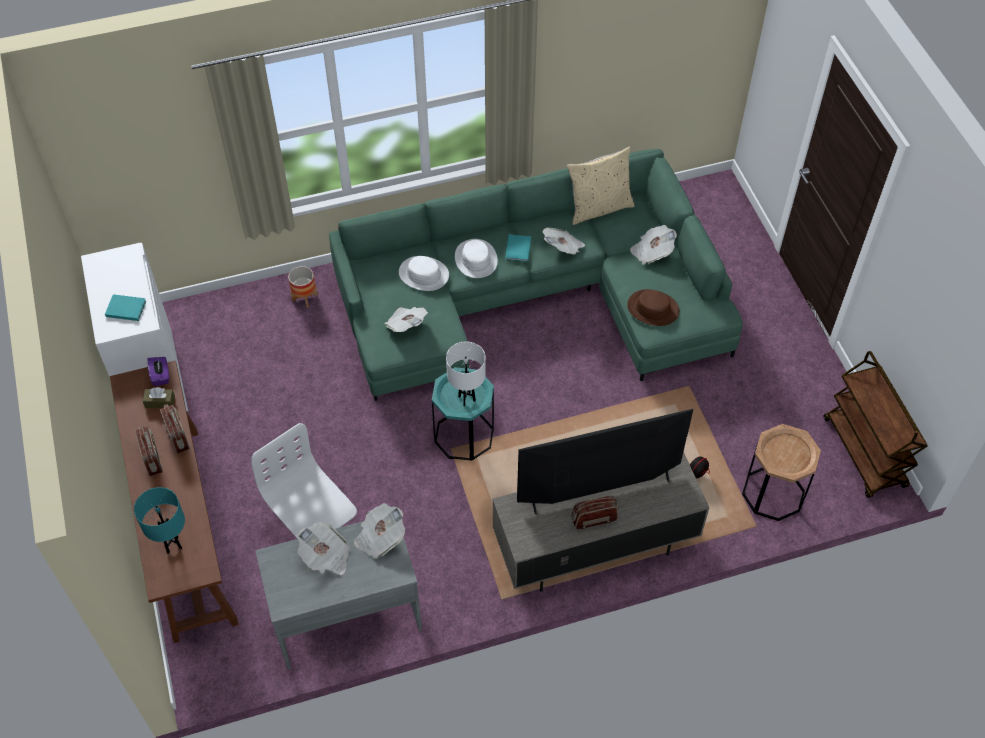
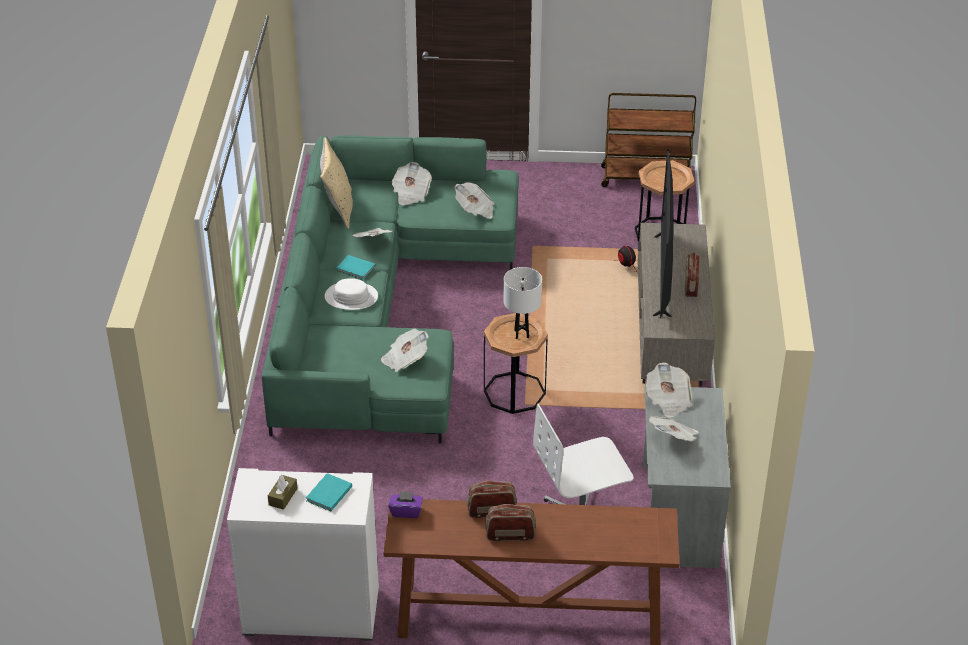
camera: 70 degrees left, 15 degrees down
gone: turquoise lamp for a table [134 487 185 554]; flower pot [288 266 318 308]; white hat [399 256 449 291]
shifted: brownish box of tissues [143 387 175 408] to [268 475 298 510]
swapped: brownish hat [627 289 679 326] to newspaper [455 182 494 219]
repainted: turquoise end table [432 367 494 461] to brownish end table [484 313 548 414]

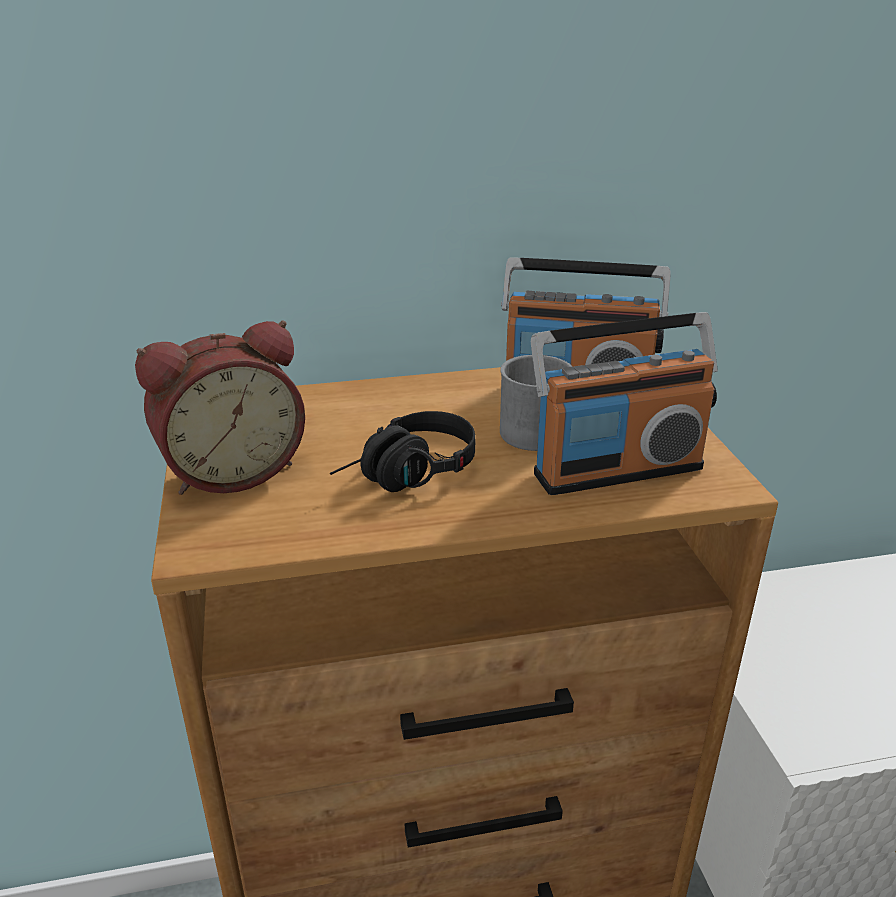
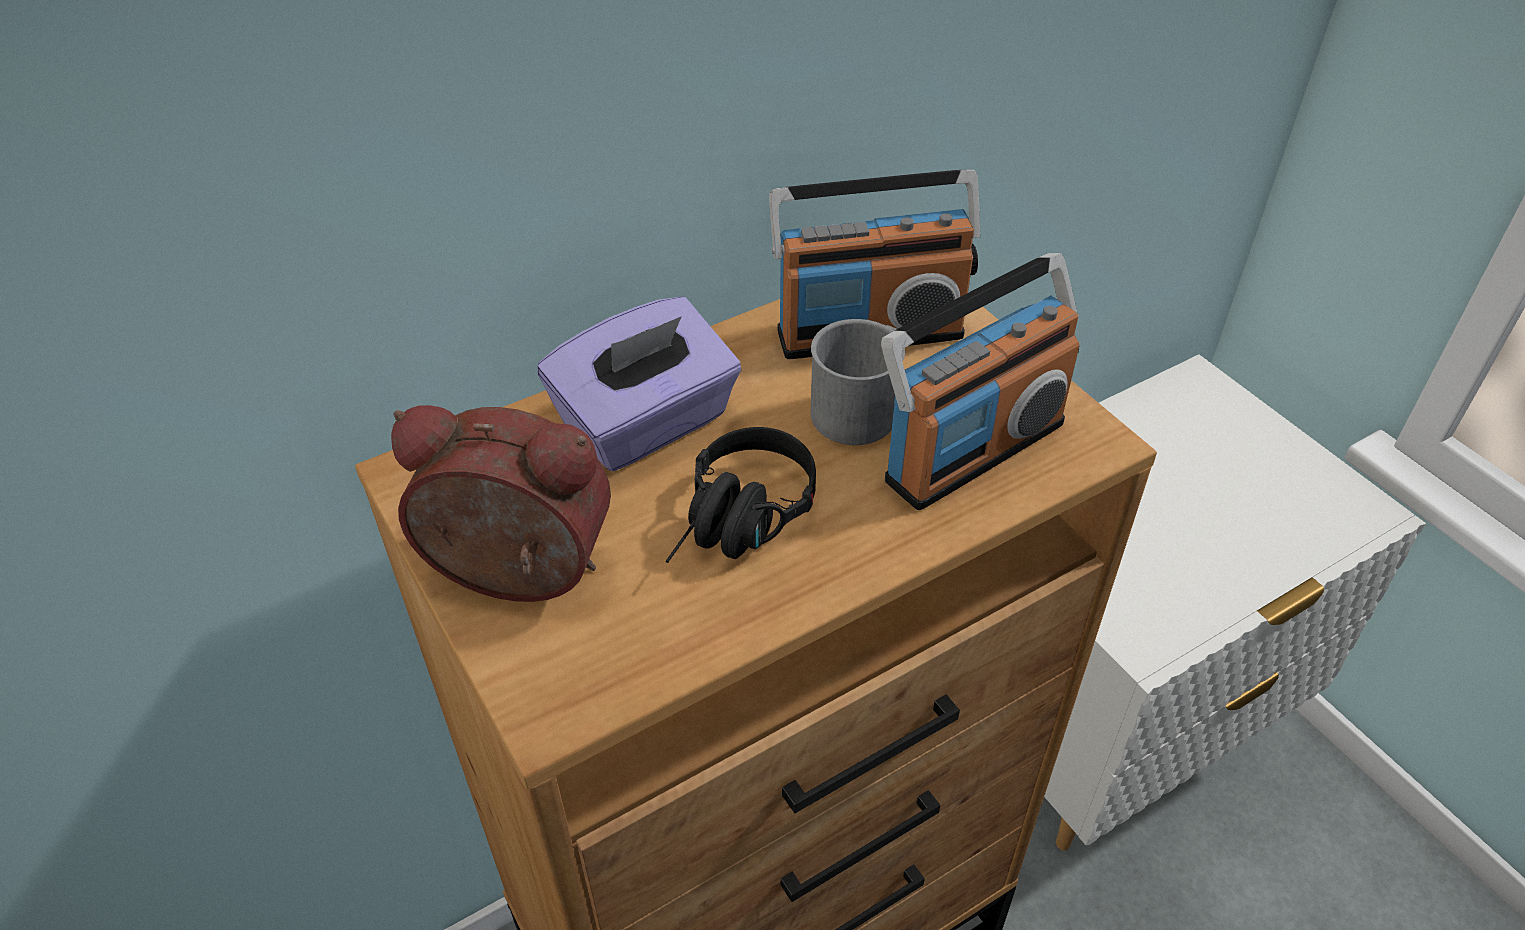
camera: 20 degrees left, 15 degrees up
new: purplish box of tissues [537 297 741 471]
rotated: table clock [135 320 305 495] = [391 405 611 602] 120 degrees counterclockwise

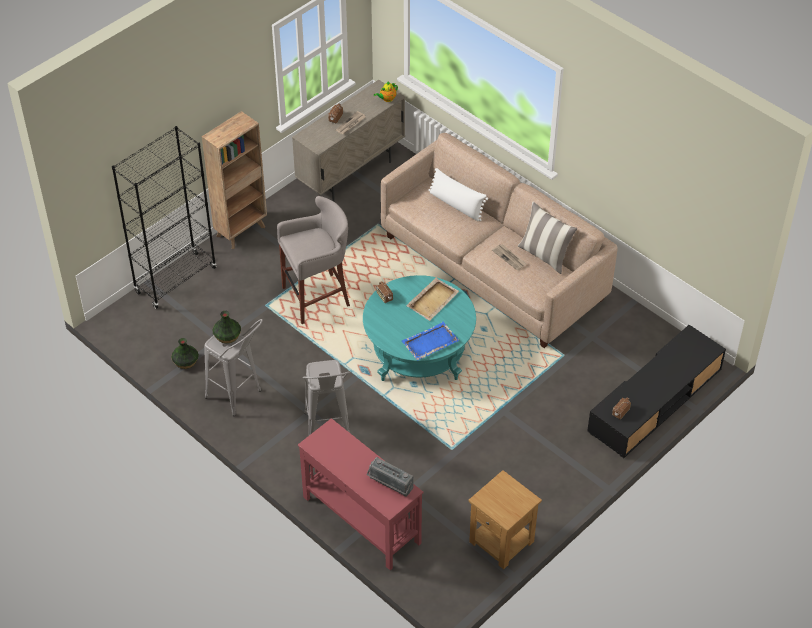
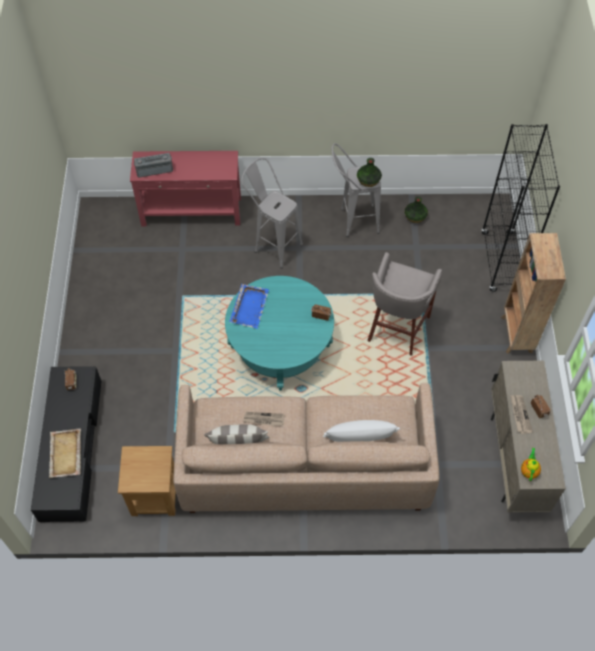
camera: 135 degrees right, 10 degrees up
shifted: sand-coloured carrying tray [406 278 459 321] to [49 429 81 478]; brownish end table [468 470 542 569] to [118 446 176 516]

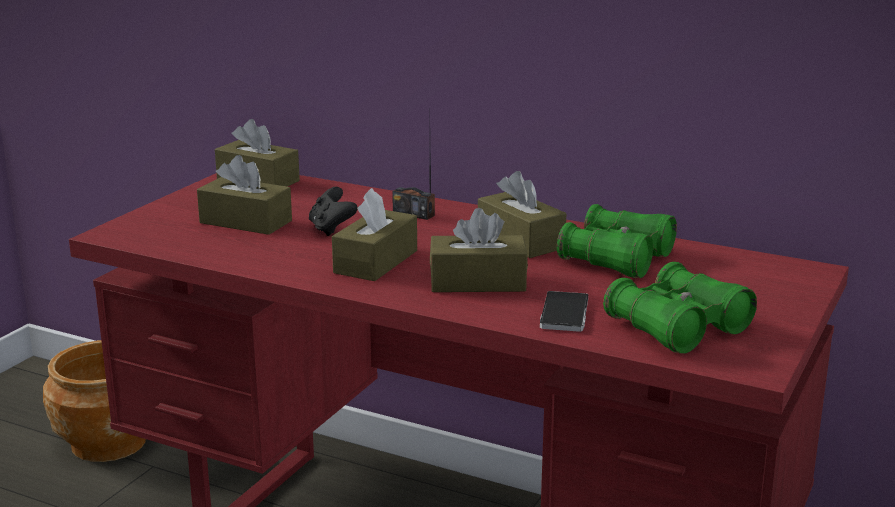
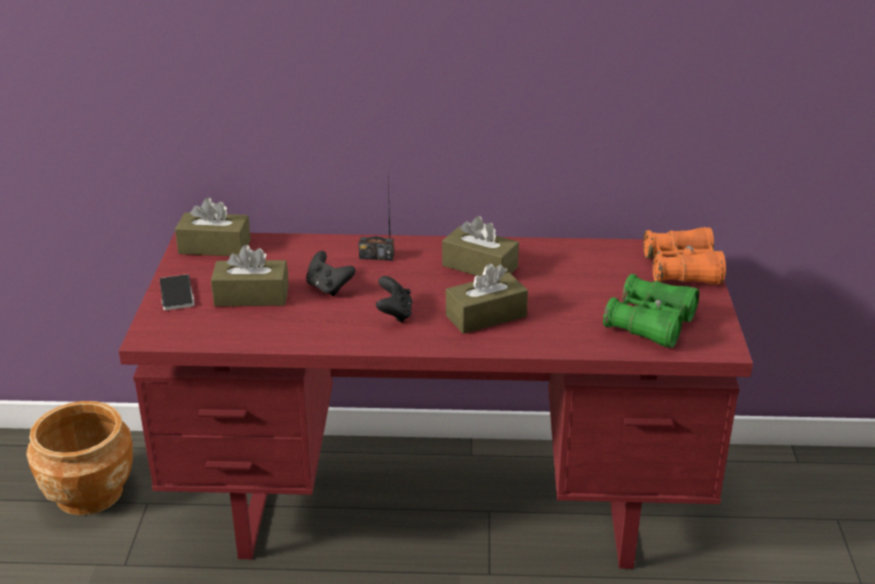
camera: 25 degrees left, 10 degrees up
gone: green pair of binoculars [557 204 677 278]
new: orangey pair of binoculars [643 227 726 285]
shifted: phone [540 291 588 332] to [160 274 194 310]
swapped: brownish box of tissues [332 188 417 281] to blackish joypad [376 276 412 323]

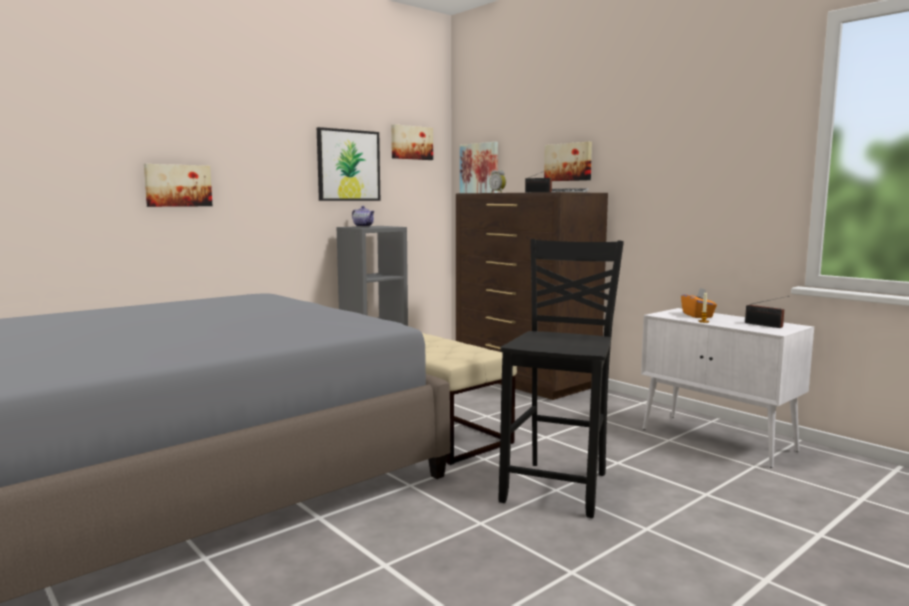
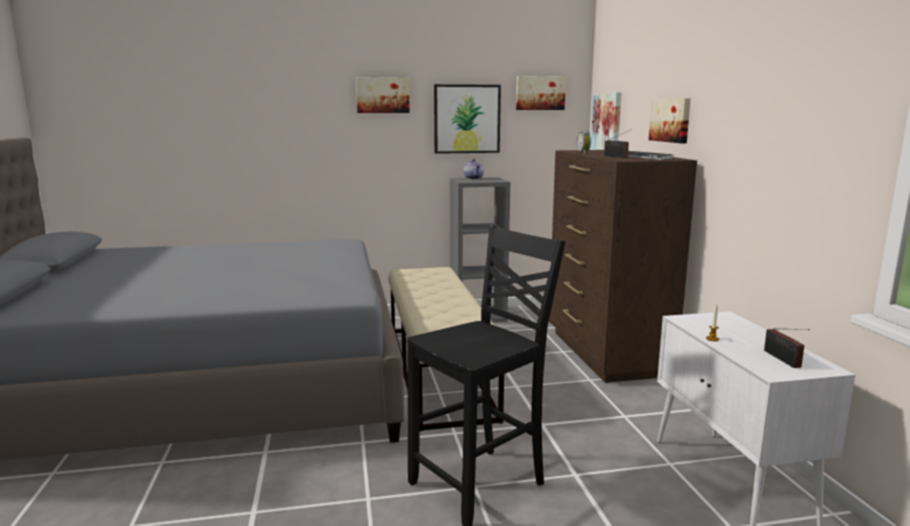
camera: 30 degrees right, 5 degrees up
gone: orangey box of tissues [681 288 717 318]
shifted: wall art [144 164 212 207] to [356 77 410 113]

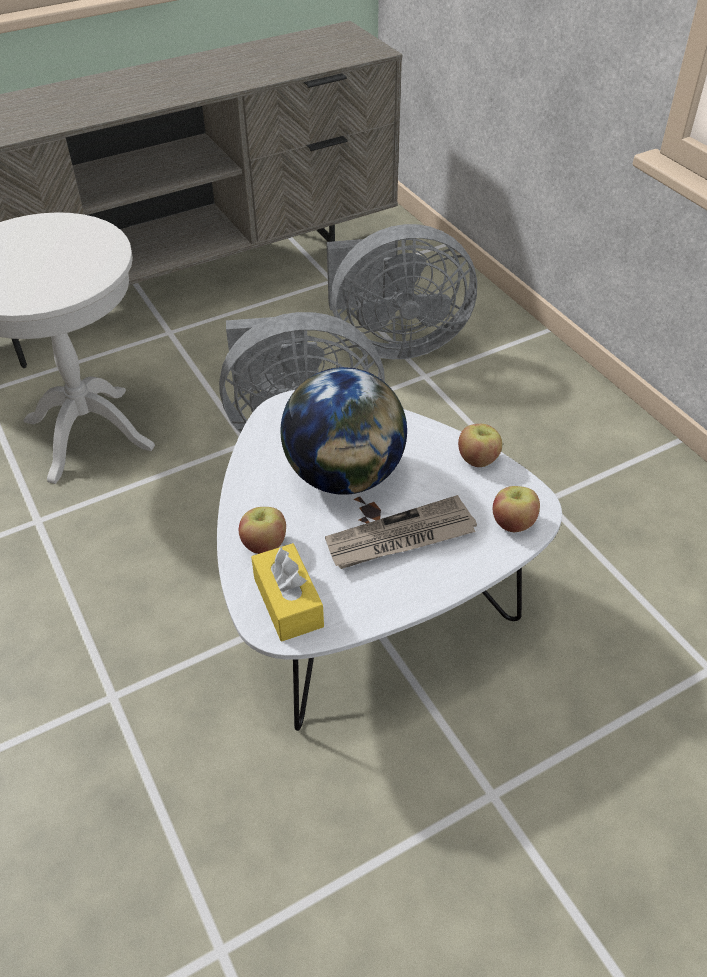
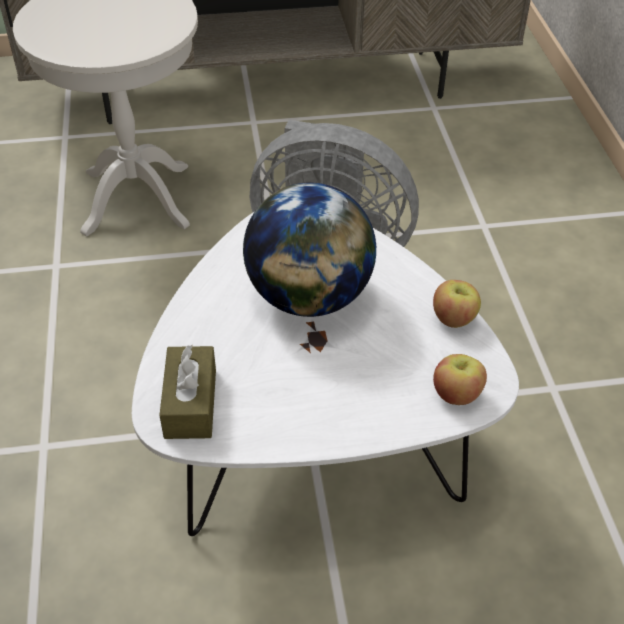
camera: 20 degrees right, 0 degrees up
gone: apple fruit [239 507 286 554]; newspaper [325 495 477 569]; grey electric fan [327 224 477 359]
repainted: yellowish box of tissues [251 543 324 641] to brownish box of tissues [159 344 216 439]

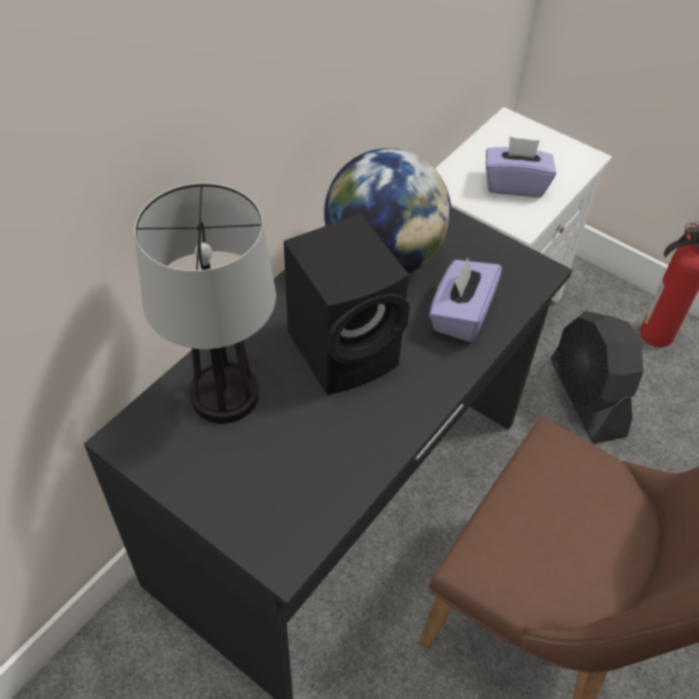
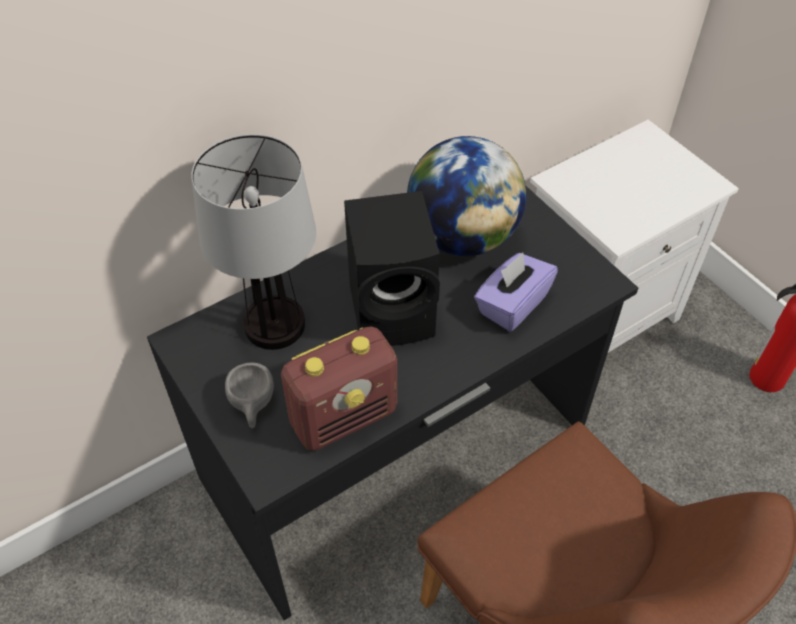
camera: 20 degrees right, 0 degrees up
gone: purplish box of tissues [486 137 556 197]; blackish electric fan [551 311 644 444]
new: grey small cup [225 362 274 429]; radio [281 326 397 451]

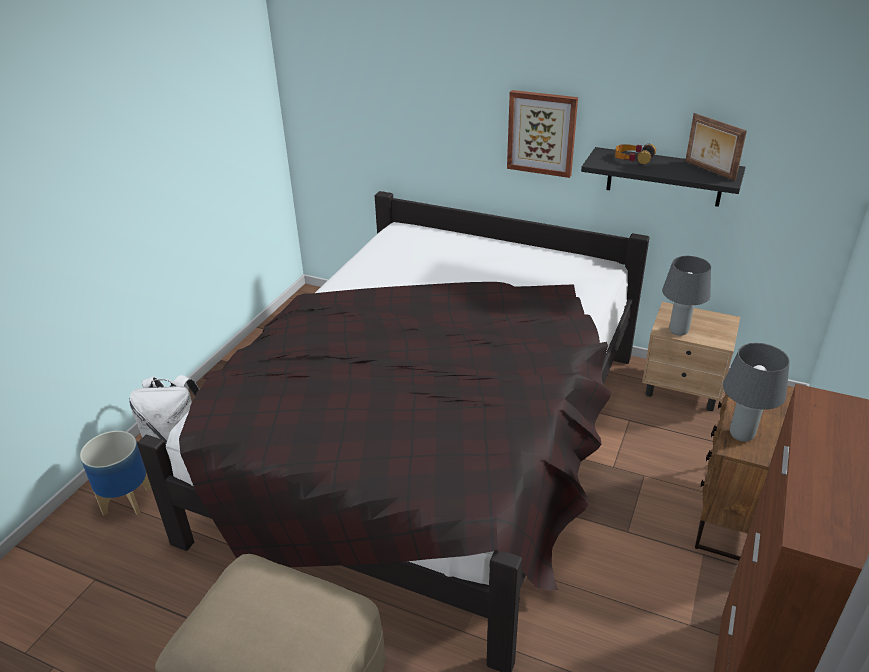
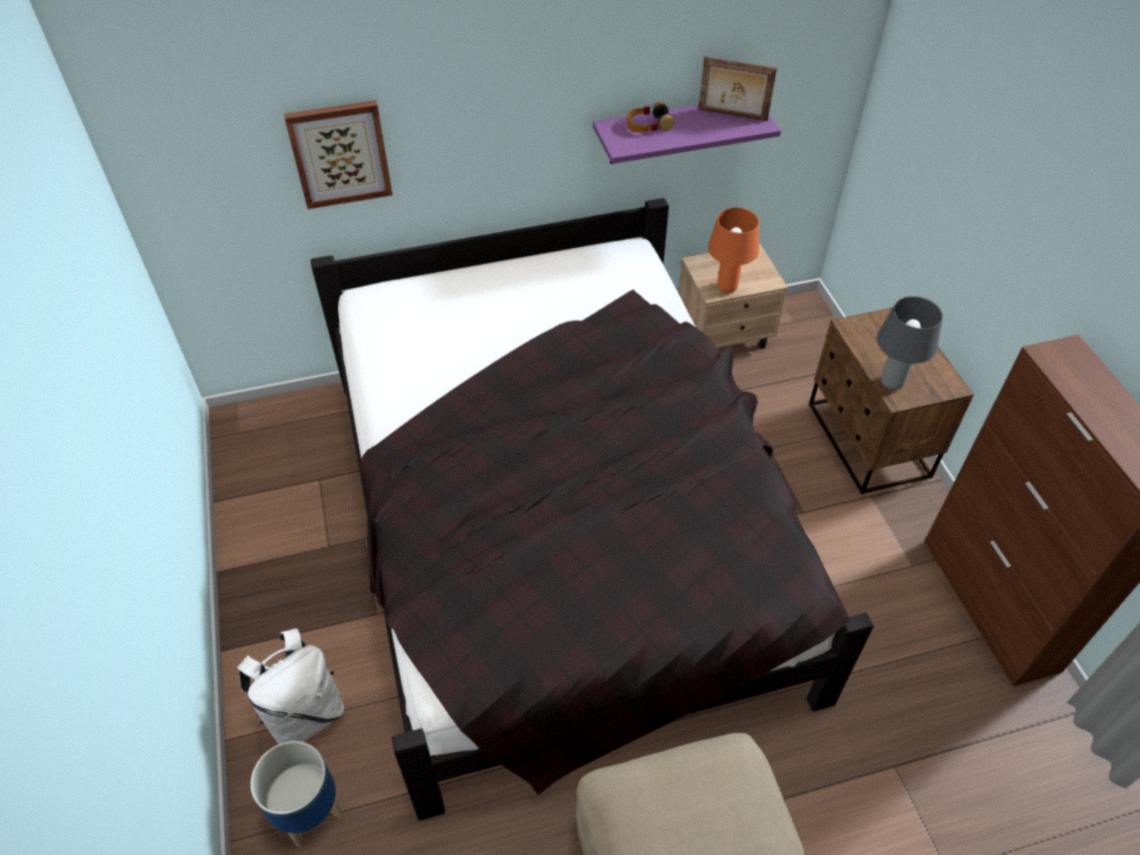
camera: 40 degrees left, 15 degrees up
shifted: wall art [507 90 578 178] to [284 100 393 209]
repainted: blackish shelf [581 147 746 207] to purplish shelf [593 105 781 164]; grey lamp for a table [662 256 711 336] to orangey lamp for a table [708 207 759 293]

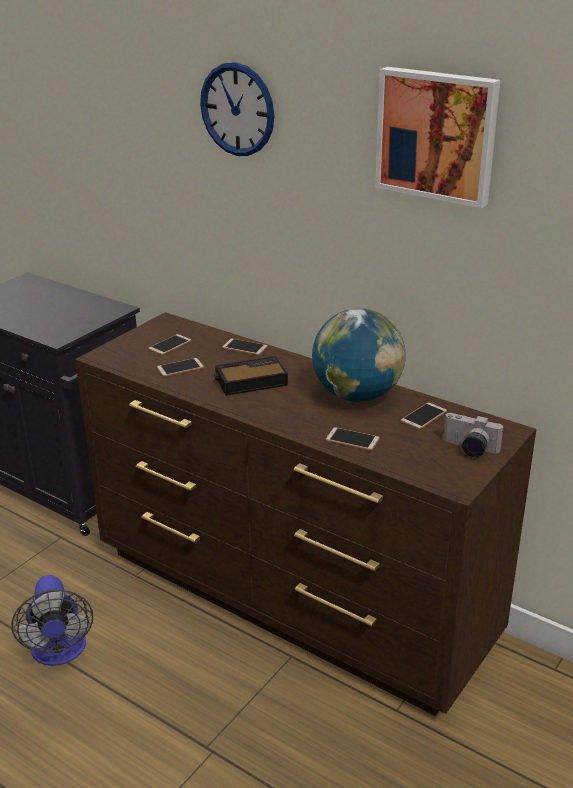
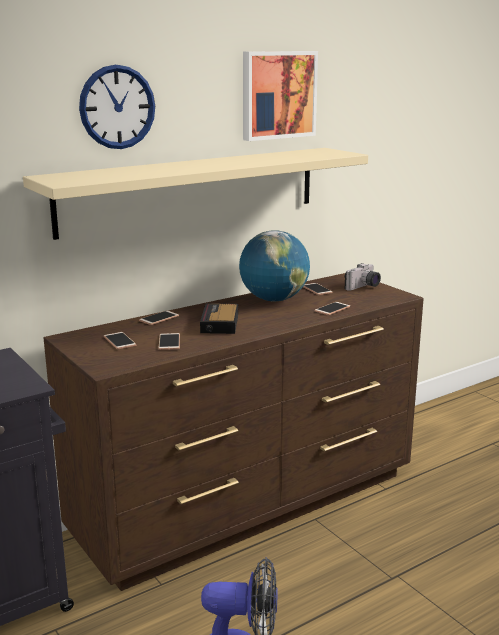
camera: 70 degrees left, 10 degrees down
new: sand-coloured shelf [23 148 368 240]

